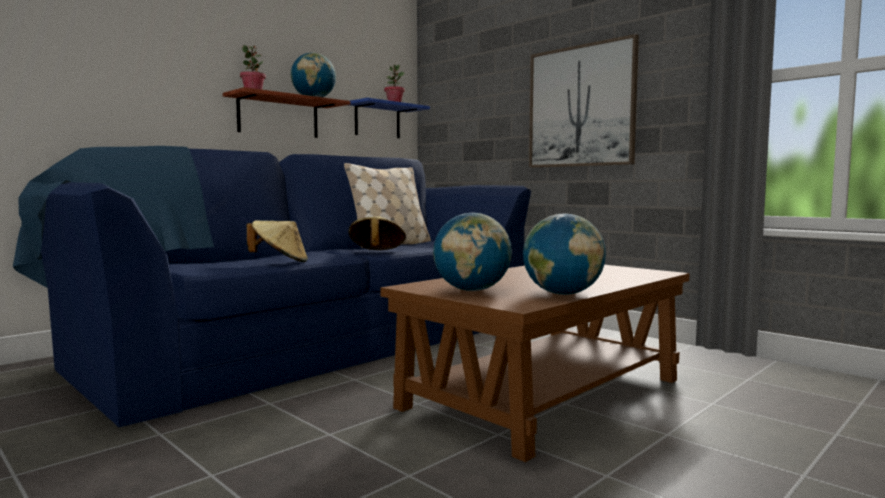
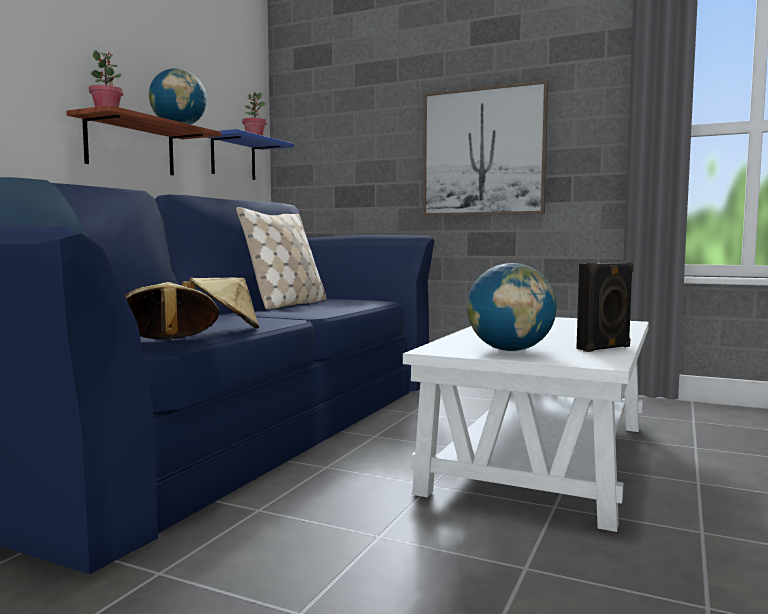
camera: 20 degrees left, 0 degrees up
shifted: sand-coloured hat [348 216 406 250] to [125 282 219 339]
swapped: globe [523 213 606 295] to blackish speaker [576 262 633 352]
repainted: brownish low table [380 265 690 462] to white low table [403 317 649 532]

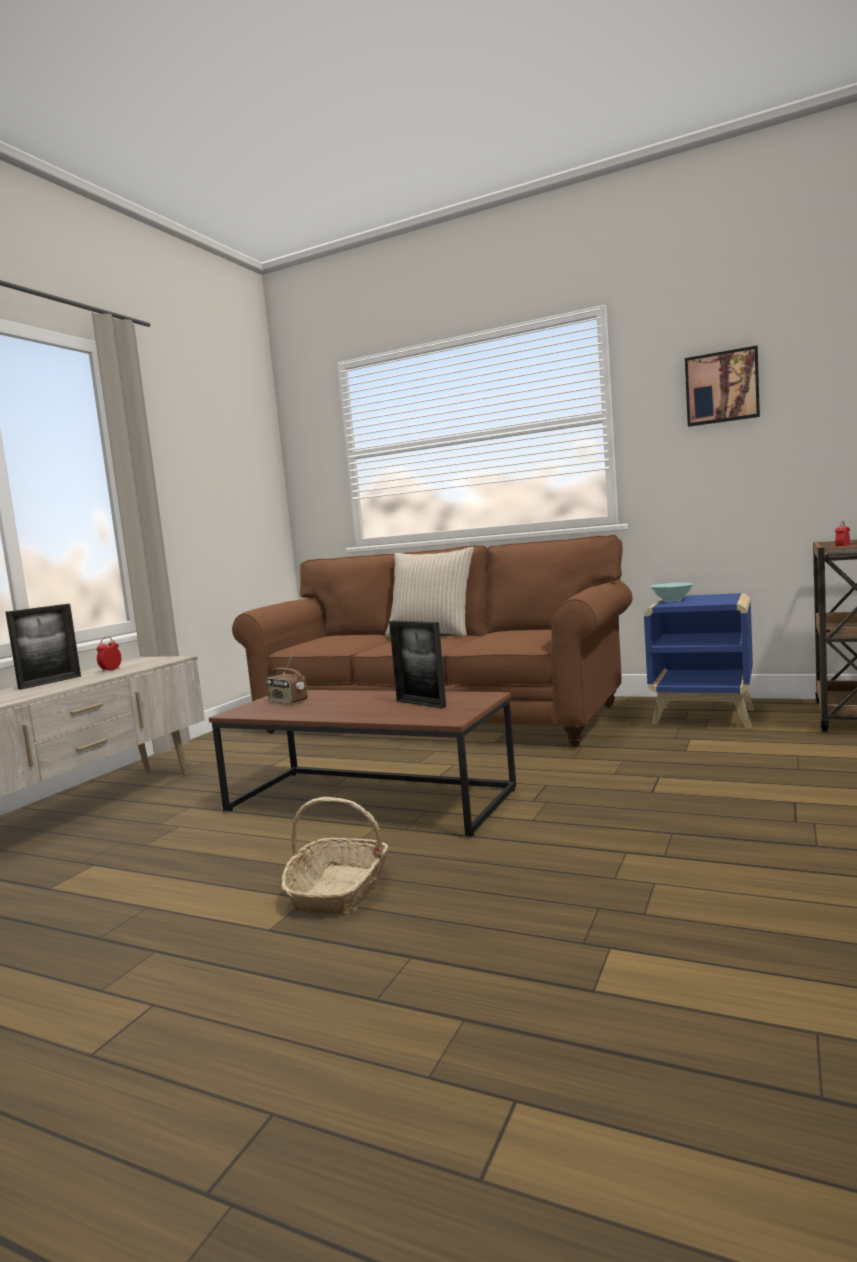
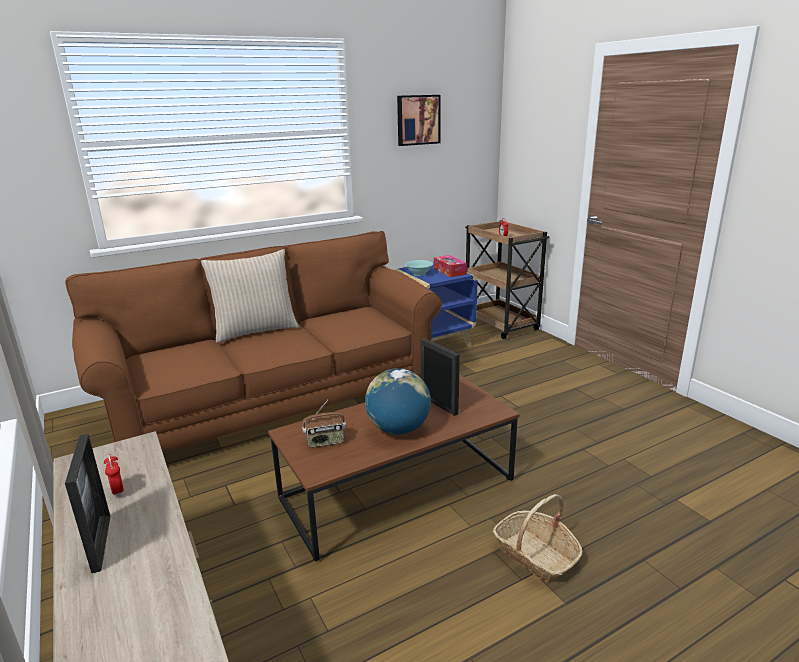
camera: 55 degrees left, 15 degrees up
new: globe [365 368 431 434]; box of tissues [434 255 467 277]
rotated: picture frame [389 620 446 709] = [420 338 460 416] 120 degrees counterclockwise

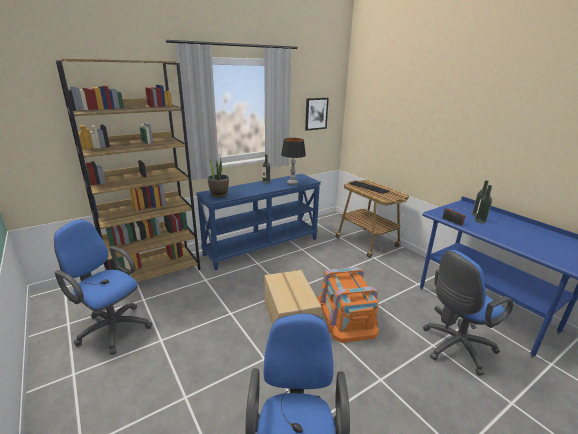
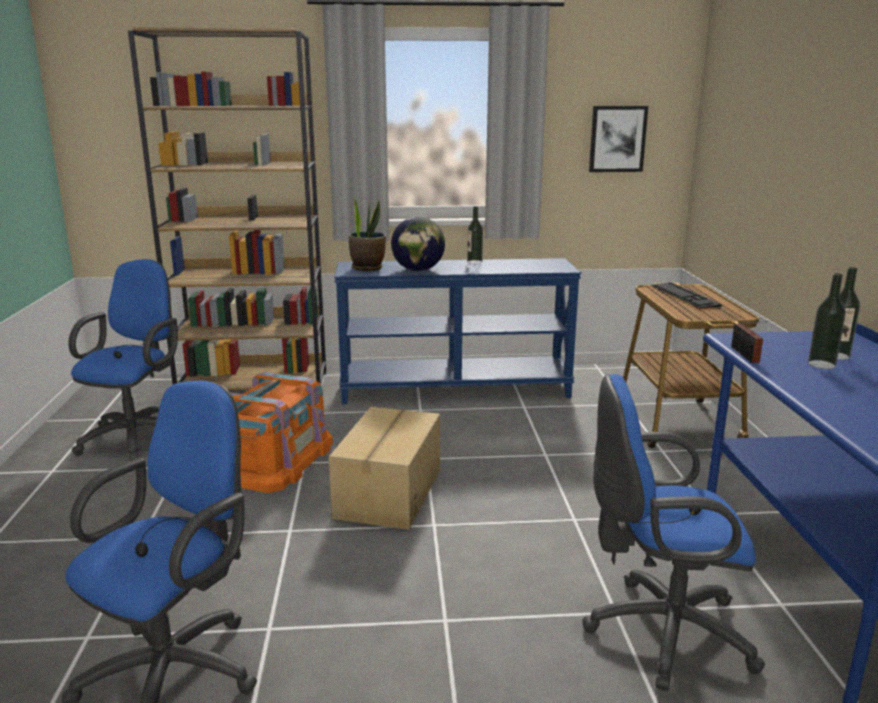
camera: 30 degrees right, 5 degrees down
gone: lamp for a table [281 138 306 185]
new: globe [391 217 445 271]
shifted: orangey storage box [318 267 379 343] to [231 372 333 493]
rotated: blue office chair [54 220 152 355] = [68 259 178 461] 45 degrees clockwise

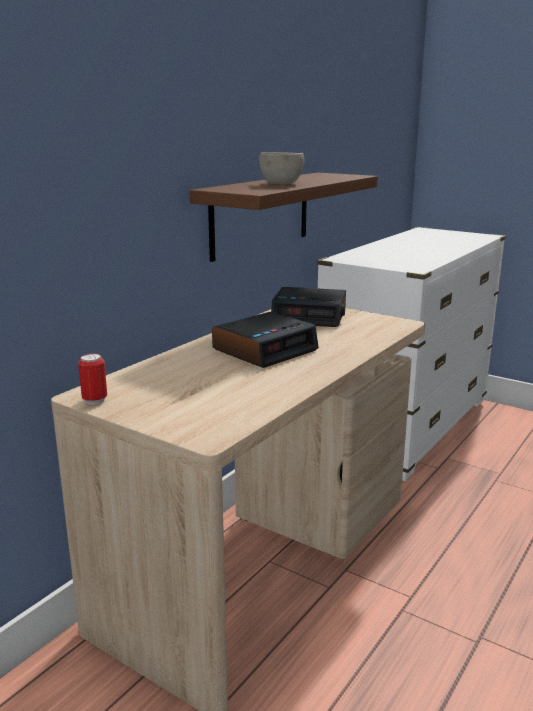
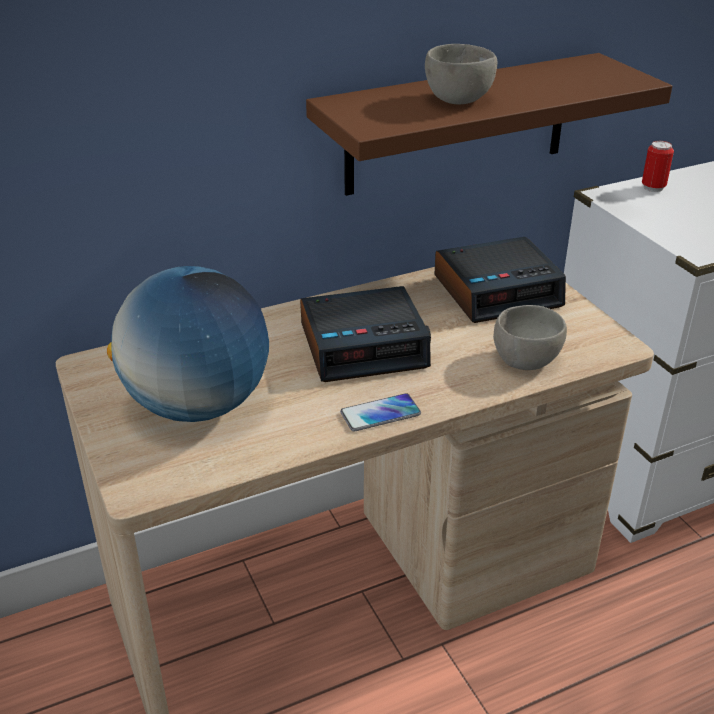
camera: 30 degrees right, 15 degrees up
new: globe [107 266 269 422]; phone [340 393 421 431]; grey serving bowl [493 305 567 370]
shifted: can [78 353 107 405] to [642 141 674 192]
rotated: table clock [271 287 346 327] = [434 237 566 323] 60 degrees counterclockwise

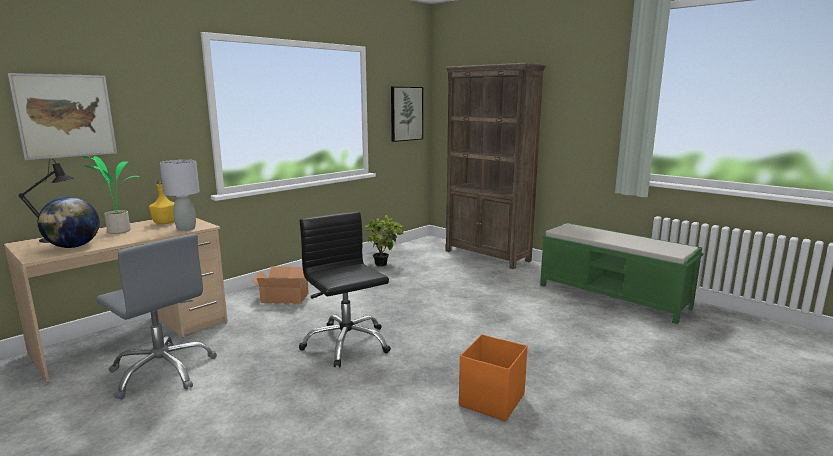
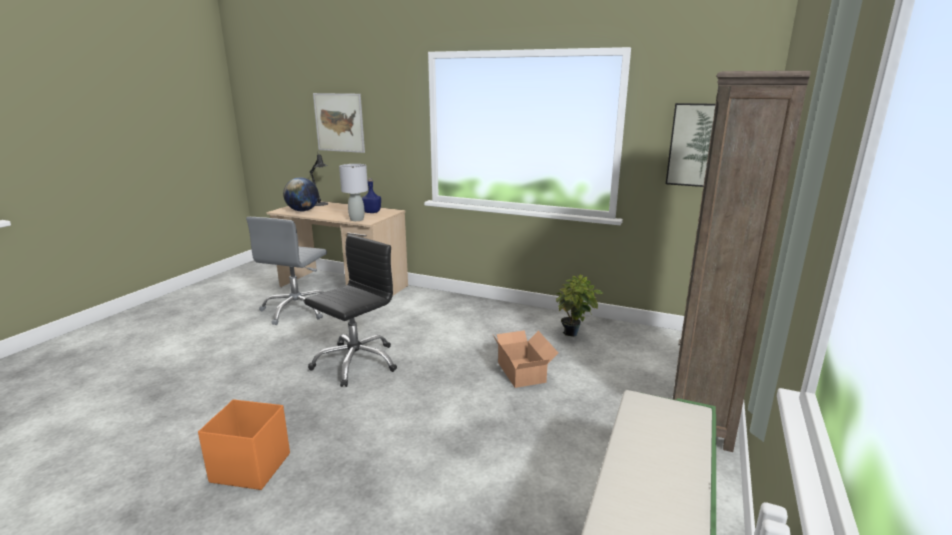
camera: 70 degrees right, 5 degrees up
gone: plant in a pot [83 156 140 234]
shifted: carton [253 266 308 304] to [493 330 558 388]
repainted: yellowish drink bottle [149 181 175 224] to blue drink bottle [362 178 381 213]

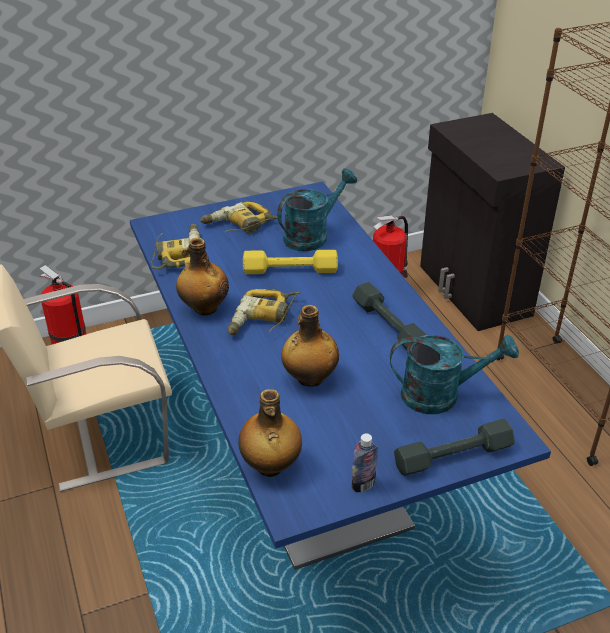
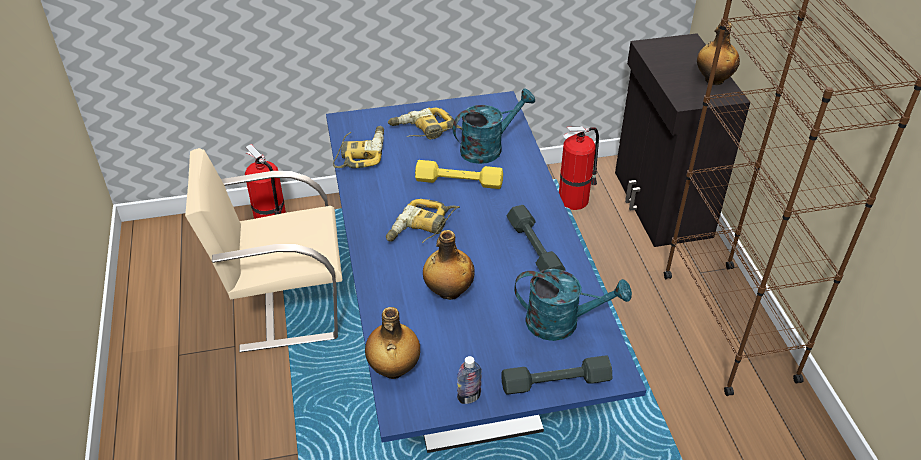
camera: 10 degrees right, 5 degrees up
shifted: drink bottle [176 238 229 315] to [697 22 740 85]

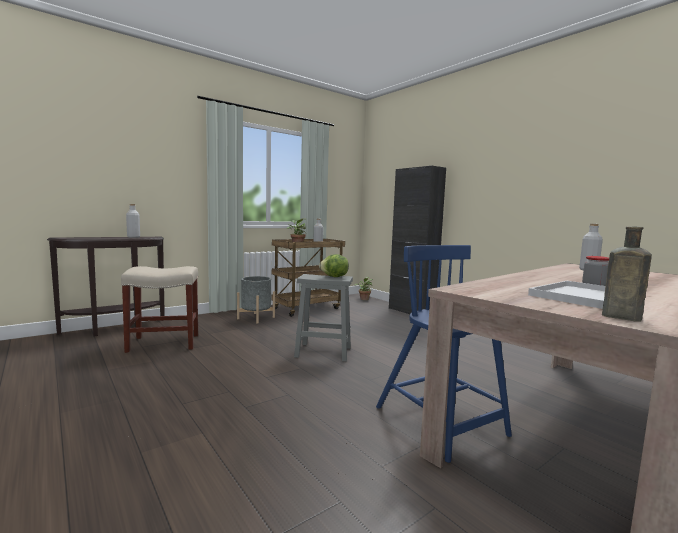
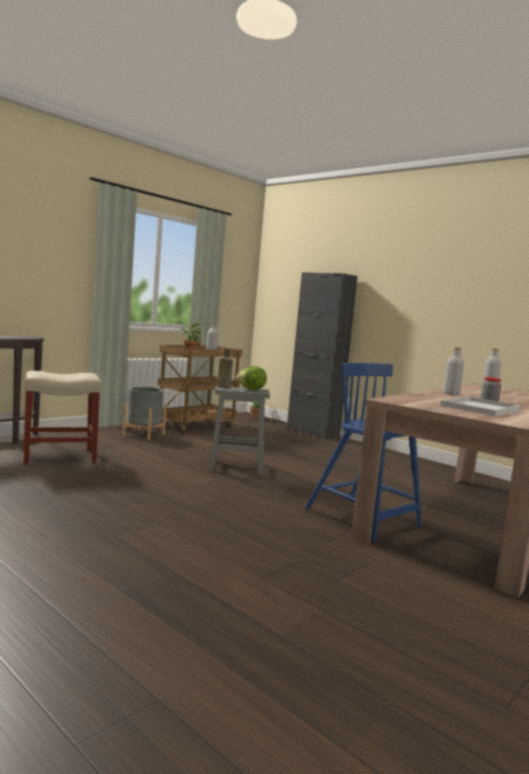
camera: 10 degrees left, 0 degrees up
shifted: grey drink bottle [126 204 140 238] to [443 347 464 395]; brownish drink bottle [602 226 652 321] to [217 348 233 389]

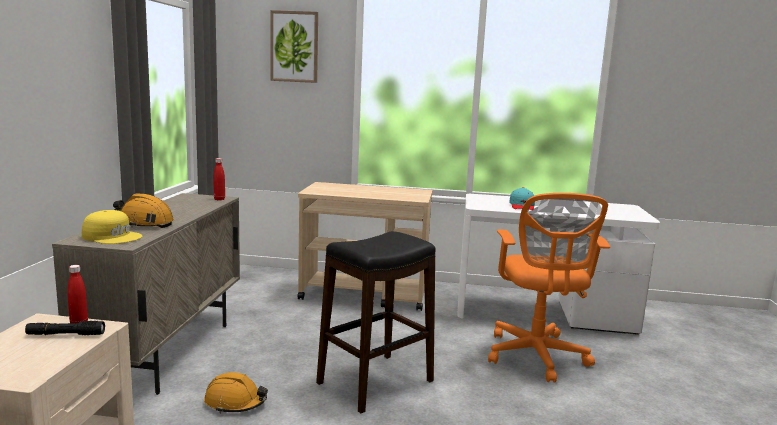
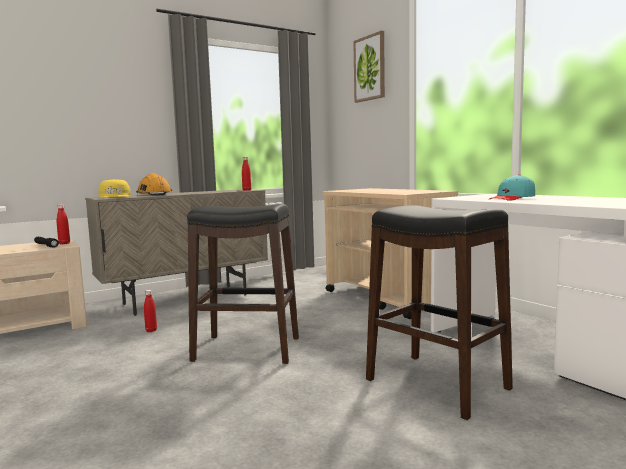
camera: 50 degrees right, 5 degrees down
swapped: orangey hard hat [204 372 268 413] to red drink bottle [144 290 157 332]; orangey office chair [488 193 610 382] to blackish sitting stool [366 205 513 420]

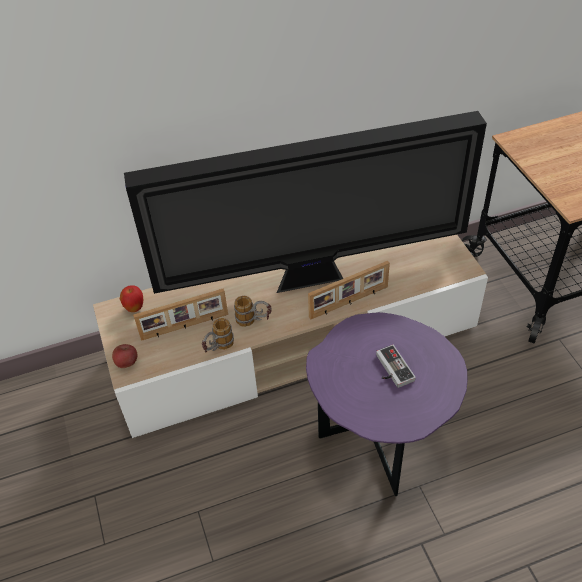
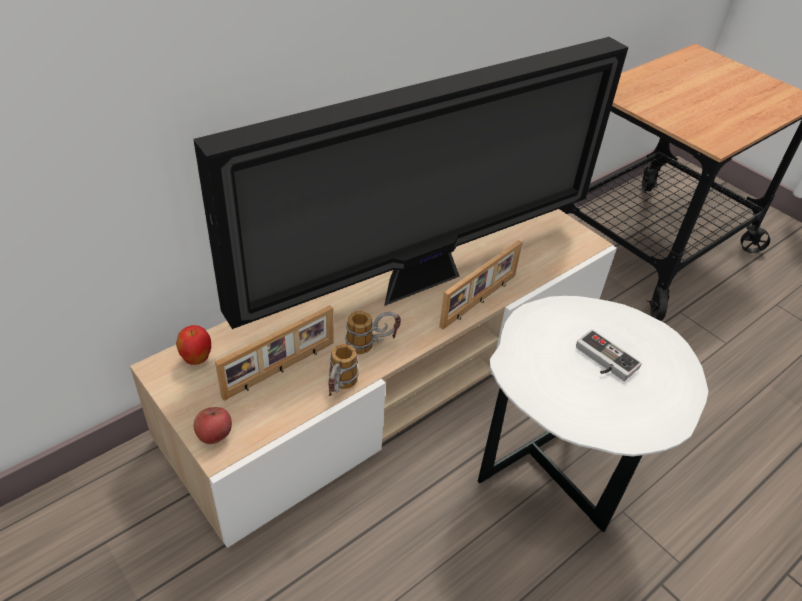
camera: 25 degrees left, 5 degrees down
repainted: purplish end table [306 312 467 496] to white end table [478 296 709 532]

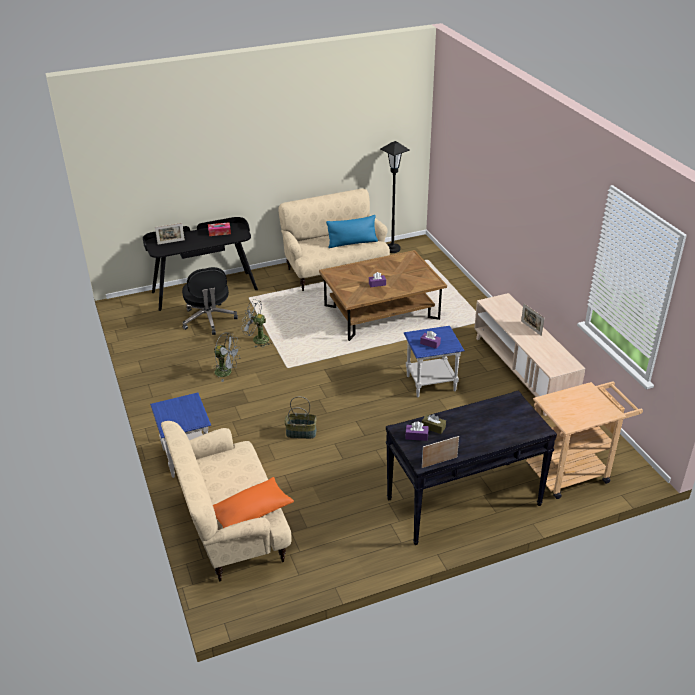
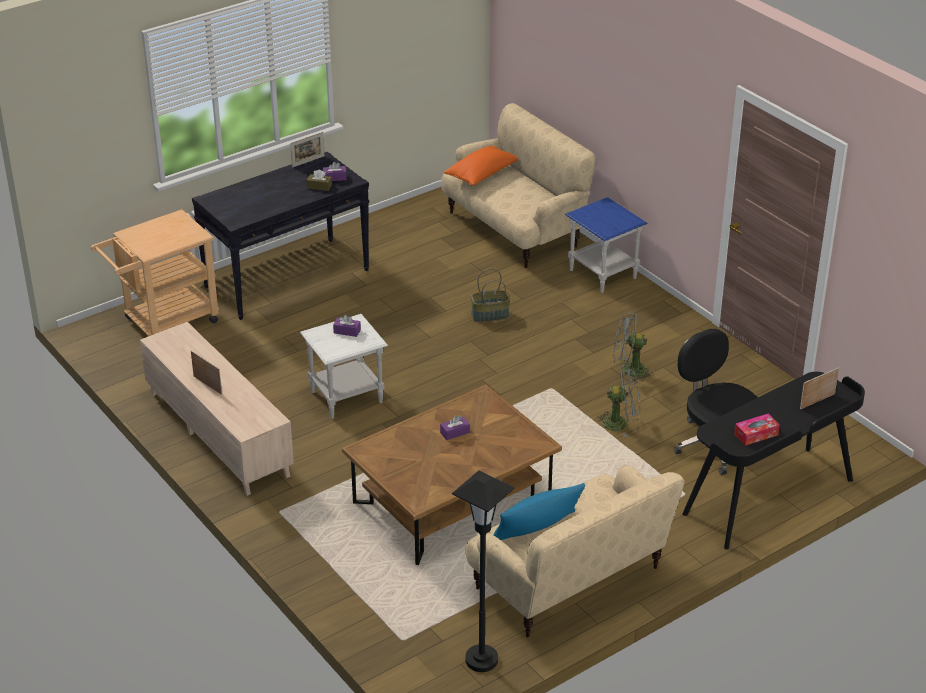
camera: 165 degrees right, 0 degrees up
repainted: blue end table [404 326 465 397] to white end table [300 314 388 419]

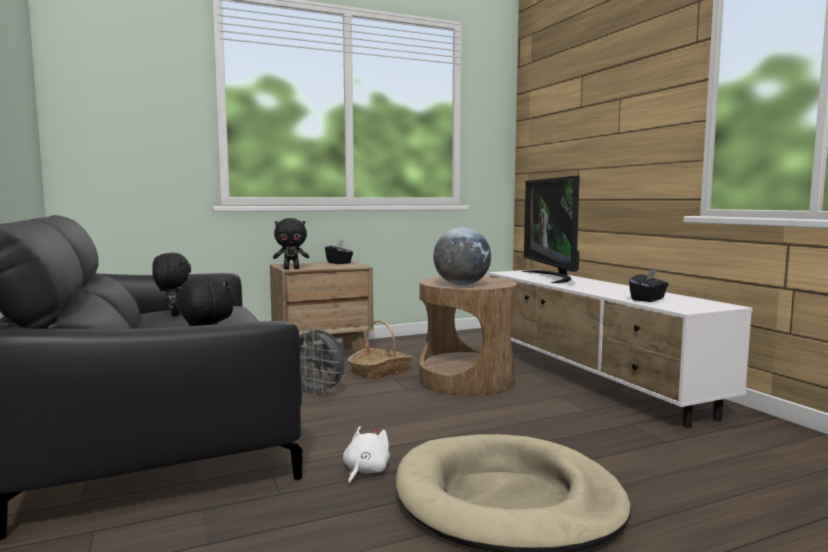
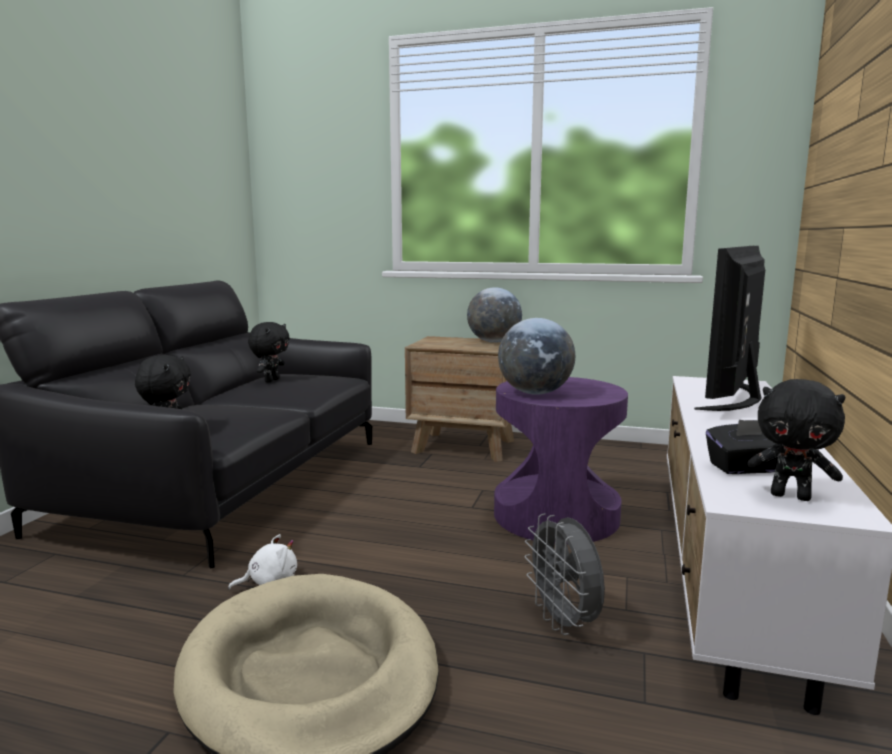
camera: 40 degrees right, 5 degrees up
gone: storage basket [348 320 413 379]
shifted: blackish plush toy [273 218 309 269] to [747 379 846 501]; grey electric fan [299 328 345 397] to [524 513 605 635]
swapped: blackish box of tissues [325 240 353 264] to globe [467 287 522 343]
repainted: brownish end table [419 277 517 396] to purplish end table [494 377 628 544]

